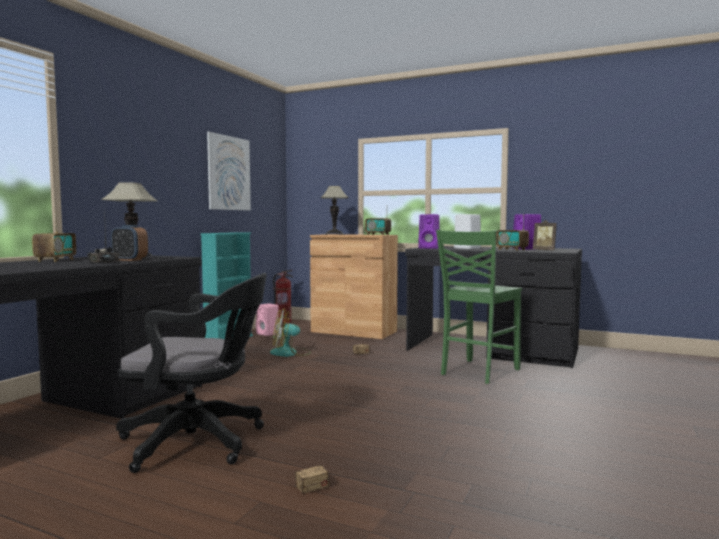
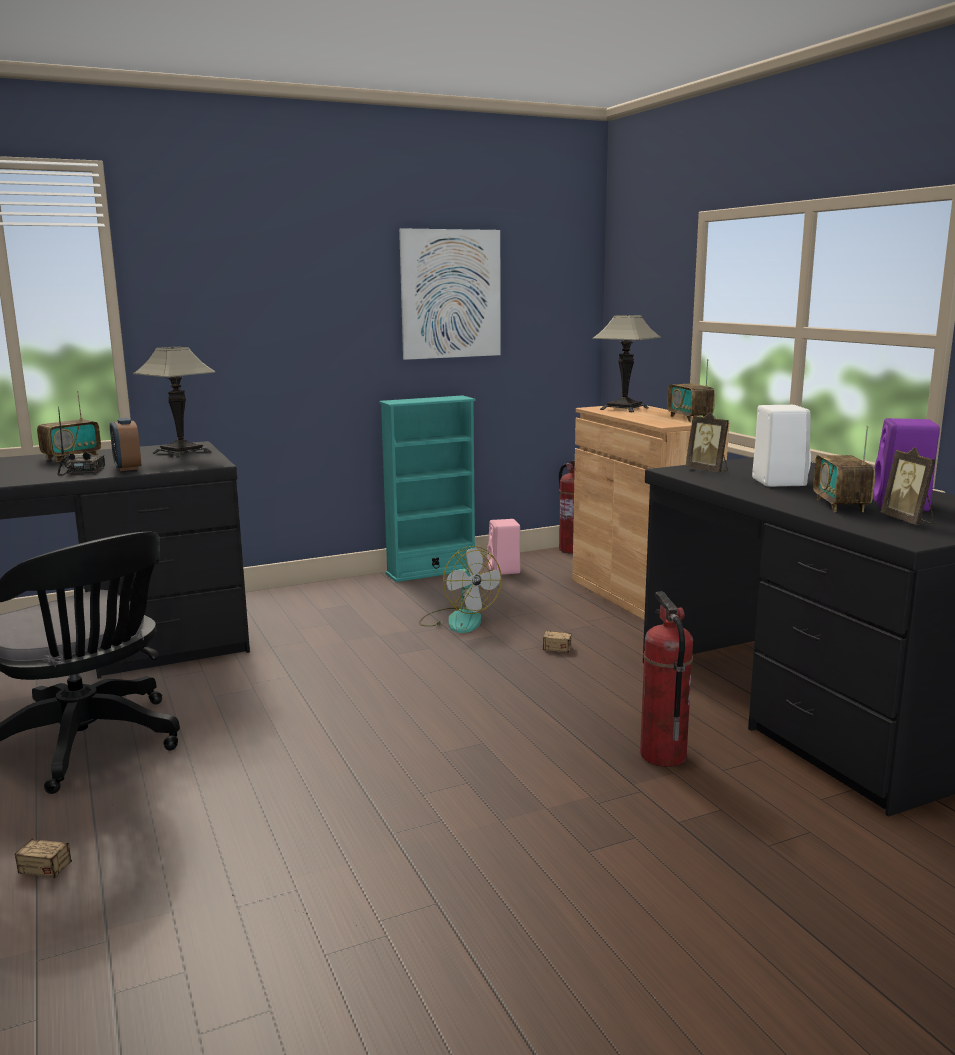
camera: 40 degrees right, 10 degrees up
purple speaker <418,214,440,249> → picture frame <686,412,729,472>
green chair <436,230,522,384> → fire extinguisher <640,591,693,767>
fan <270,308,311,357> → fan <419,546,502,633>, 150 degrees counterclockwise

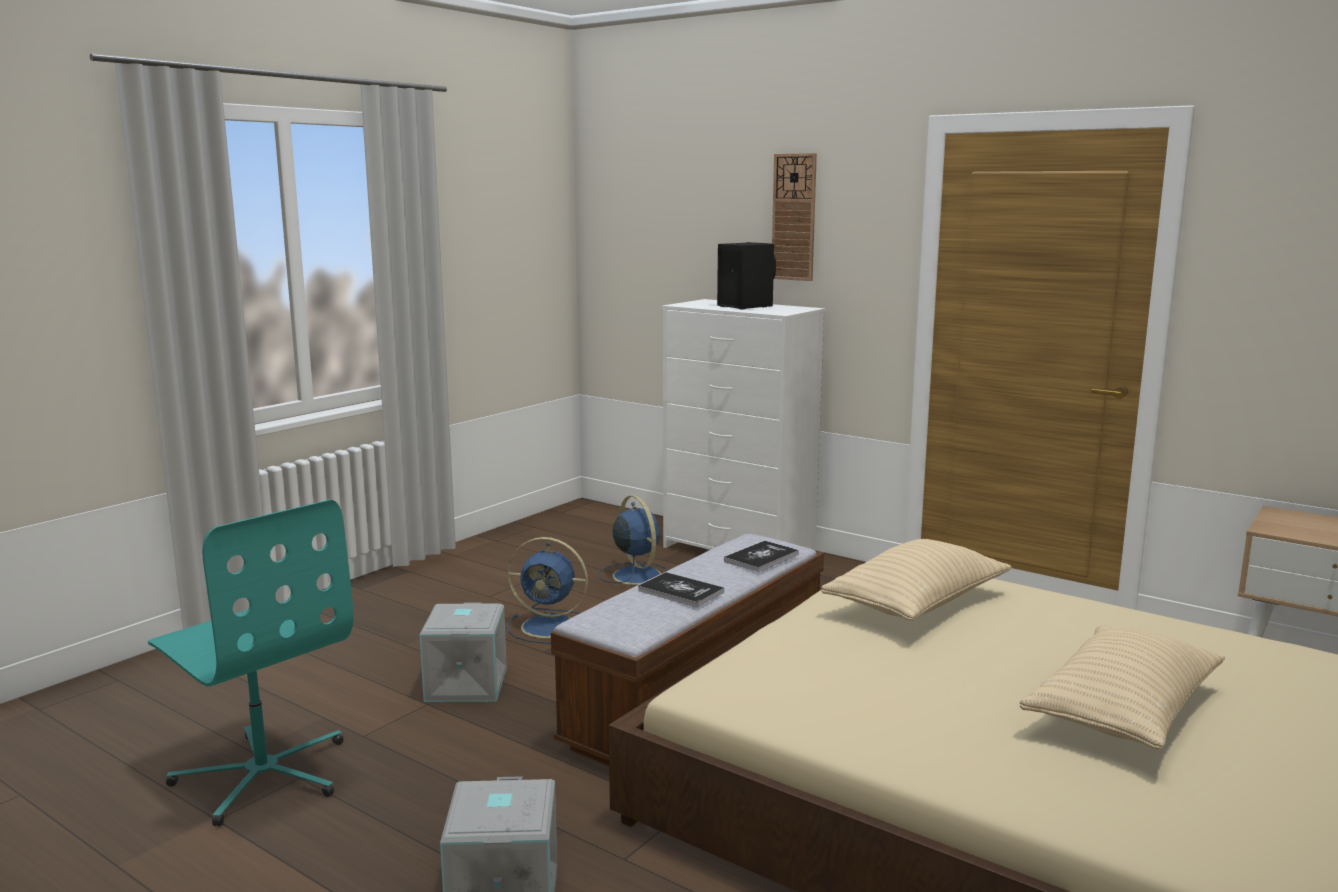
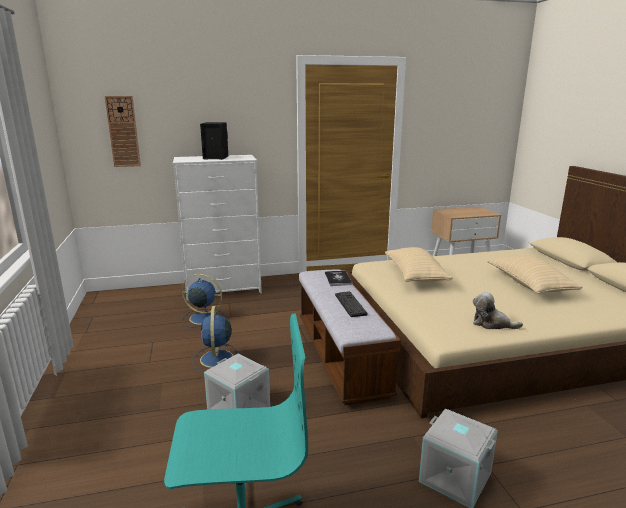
camera: 50 degrees left, 5 degrees up
wall clock <772,153,817,281> → wall clock <104,96,141,167>, move
blue fan <508,537,588,644> → blue fan <193,306,240,372>, 120 degrees clockwise
book <638,572,724,608> → keyboard <335,291,367,317>
- → plush toy <473,292,523,329>

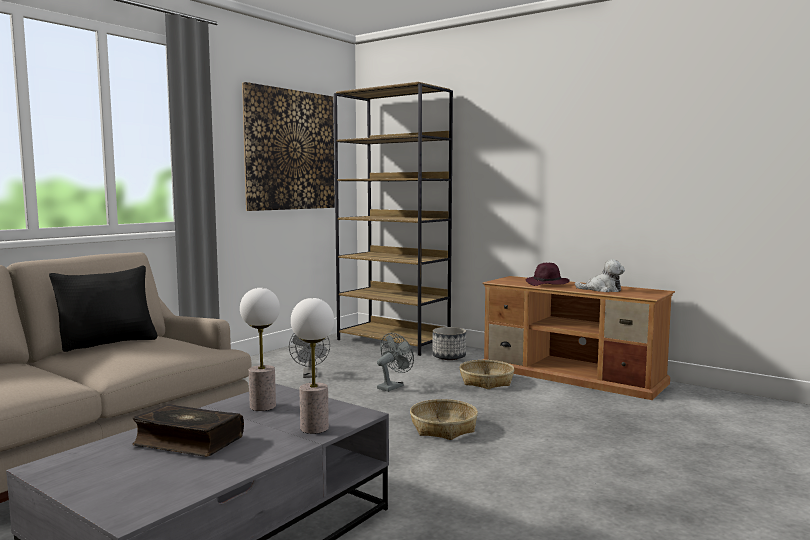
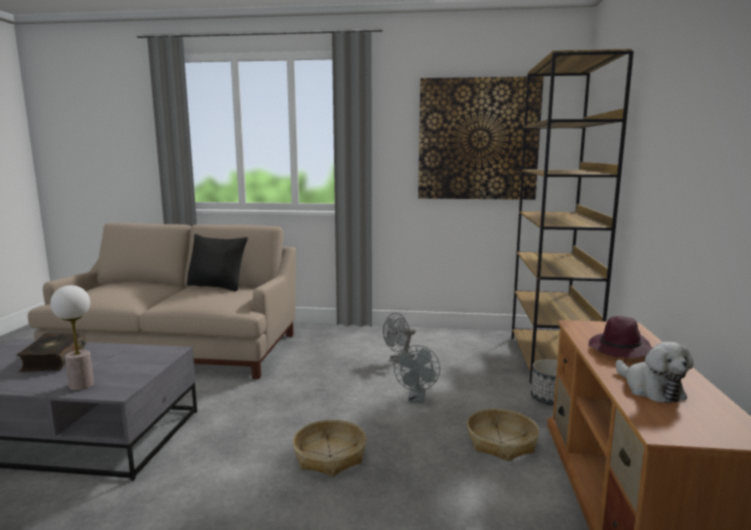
camera: 60 degrees right, 5 degrees up
table lamp <240,288,280,411> → -
grey fan <377,333,414,392> → grey fan <394,345,440,403>, 90 degrees clockwise

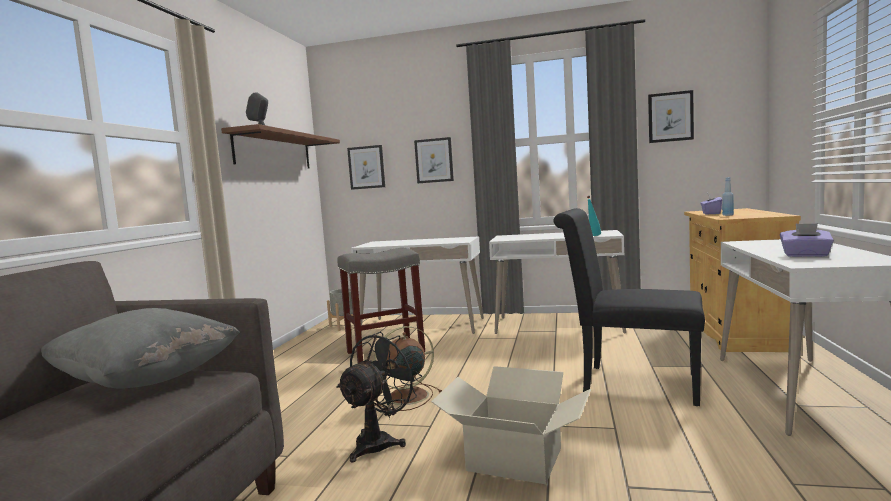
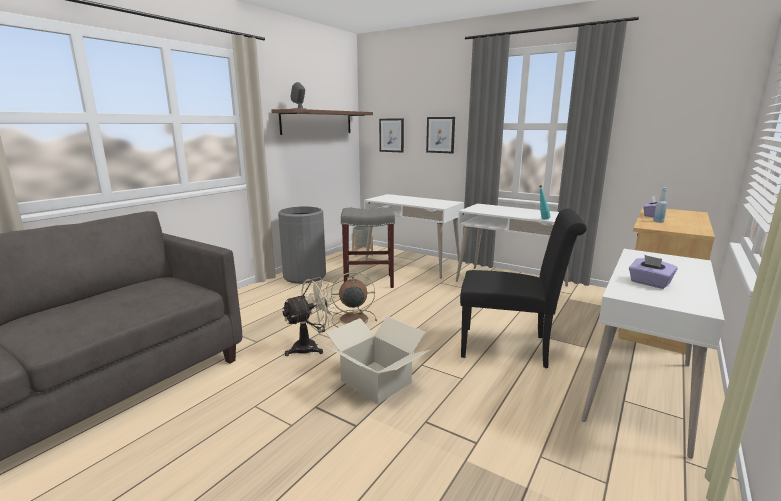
camera: 20 degrees right, 10 degrees up
picture <648,90,694,143> → -
black chair <553,208,705,406> → black chair <460,209,587,368>, 150 degrees clockwise
grey pillow <41,308,240,389> → -
black fan <336,332,422,462> → beige fan <282,277,337,356>
- → grey trash can <278,207,326,284>

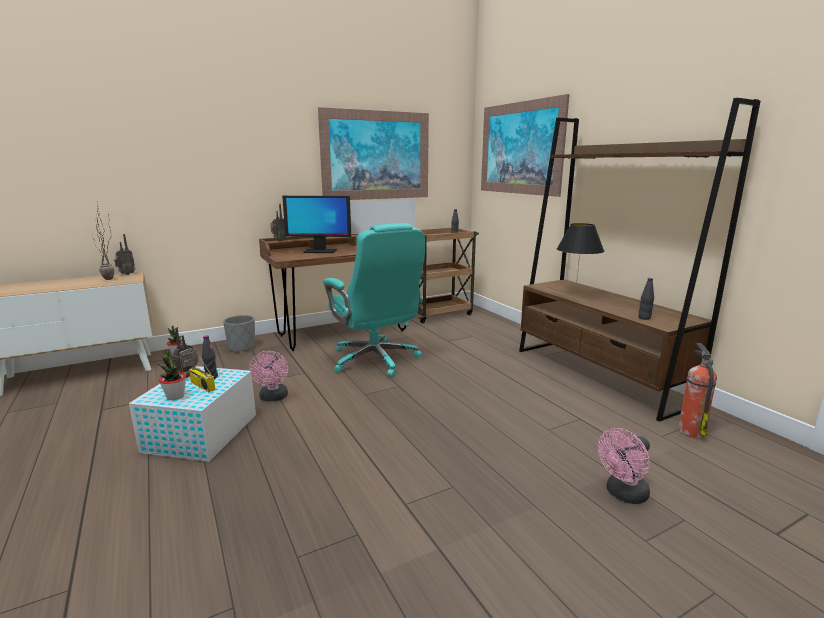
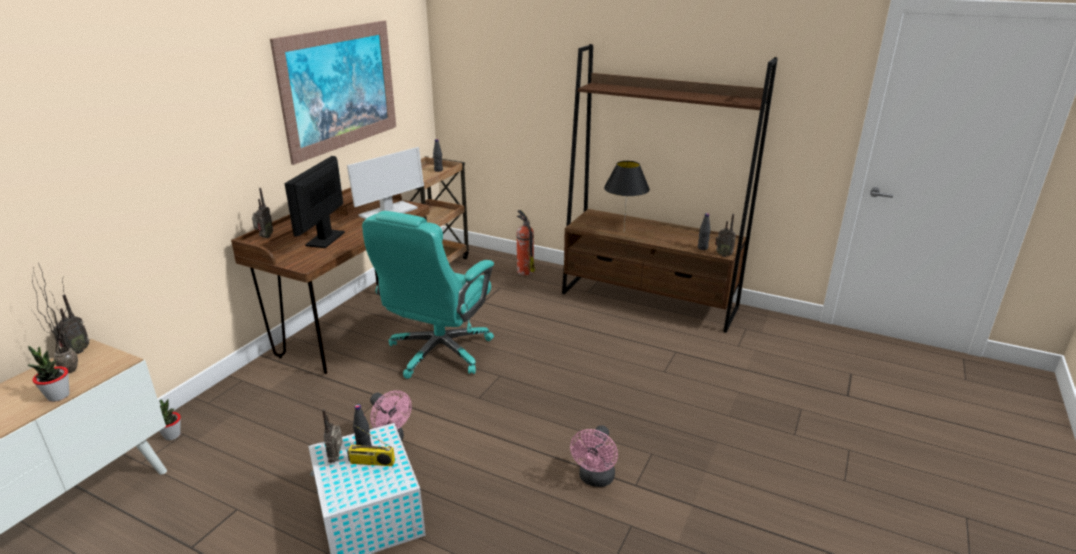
camera: 35 degrees left, 10 degrees up
picture <481,94,570,197> → -
monitor <282,196,351,253> → monitor <284,156,345,248>, 135 degrees clockwise
turquoise office chair <323,223,425,377> → turquoise office chair <362,211,494,379>, 90 degrees clockwise
grey planter <223,315,255,353> → -
fire extinguisher <678,343,717,438> → fire extinguisher <516,210,535,275>, move
potted plant <158,349,186,400> → potted plant <27,346,70,402>, move
pink fan <598,428,650,504> → pink fan <570,425,618,487>, move
- → radio <715,214,736,257>

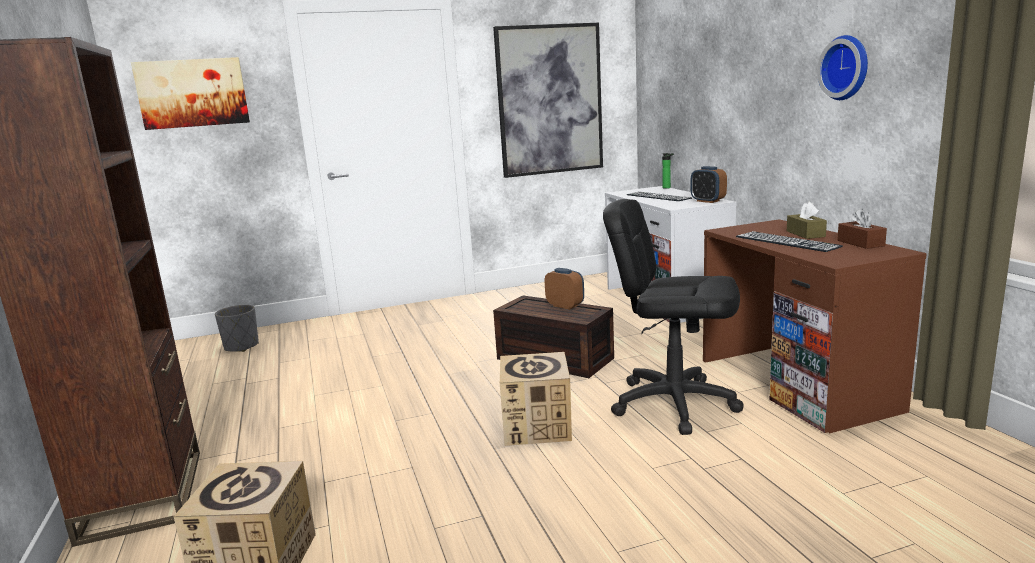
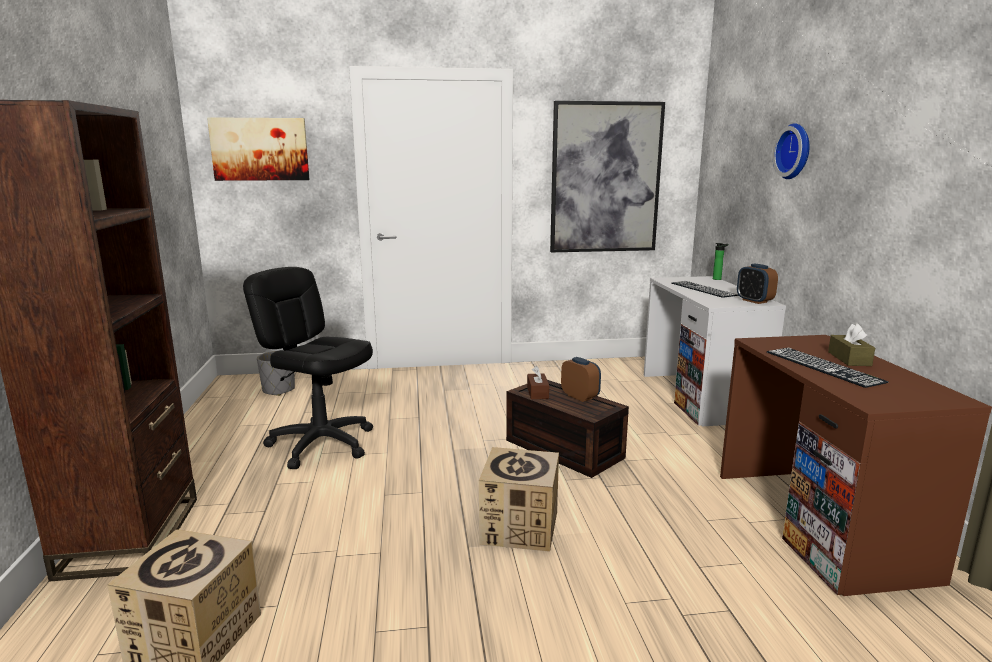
camera: 10 degrees right, 0 degrees up
wall clock <817,35,868,100> → wall clock <773,123,810,179>, move
black office chair <603,199,744,435> → black office chair <243,267,373,469>, move
brown tissue box <838,209,887,249> → brown tissue box <527,366,549,399>, move

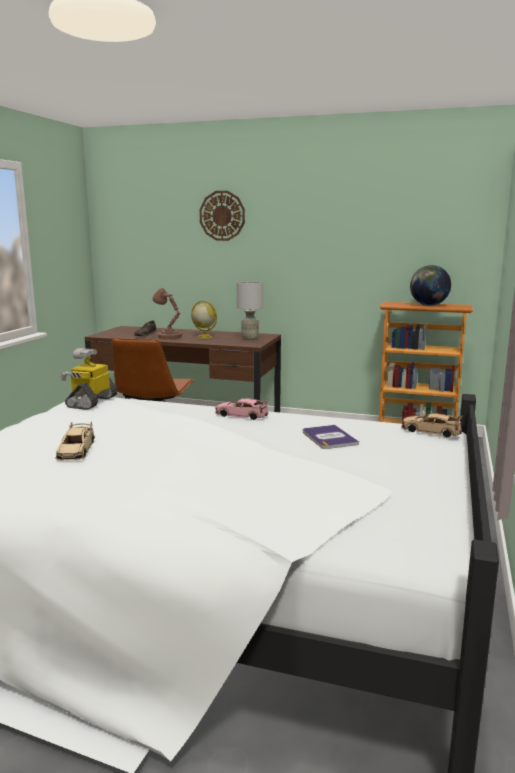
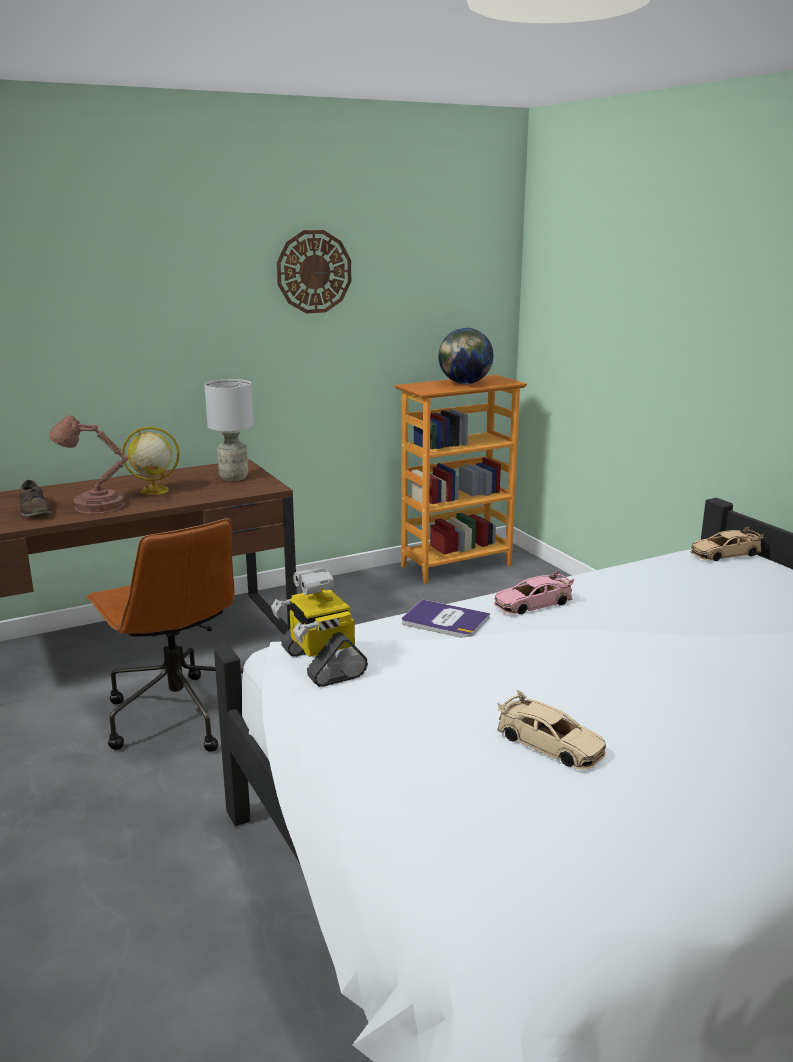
camera: 45 degrees left, 5 degrees up
wall clock <199,191,245,241> → wall clock <277,230,351,314>, move
book <303,425,359,449> → book <402,600,490,638>, move

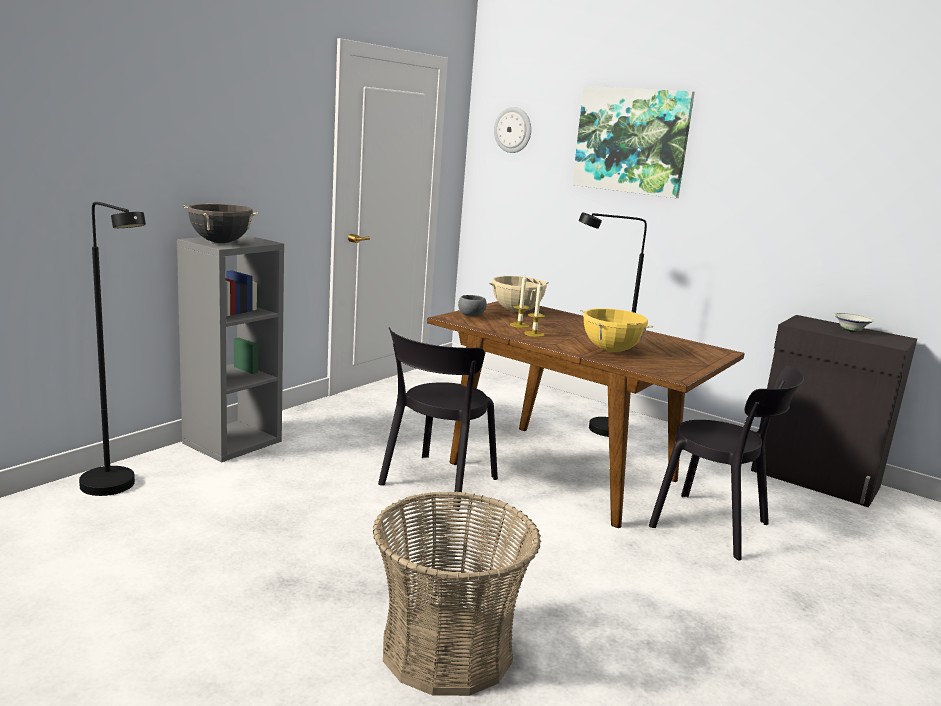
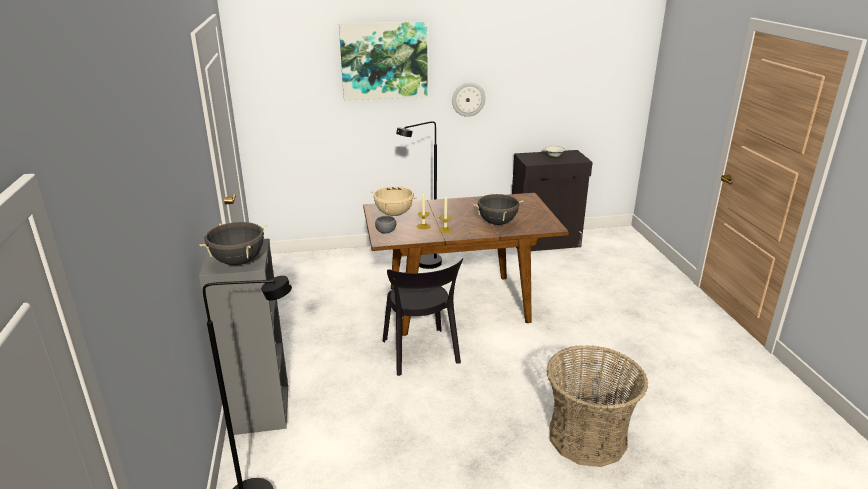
camera: 45 degrees left, 10 degrees up
wall clock <494,107,531,153> → wall clock <452,82,486,117>, move
yellow cooking pot <580,308,653,352> → black cooking pot <473,193,523,225>
black chair <649,365,804,560> → -

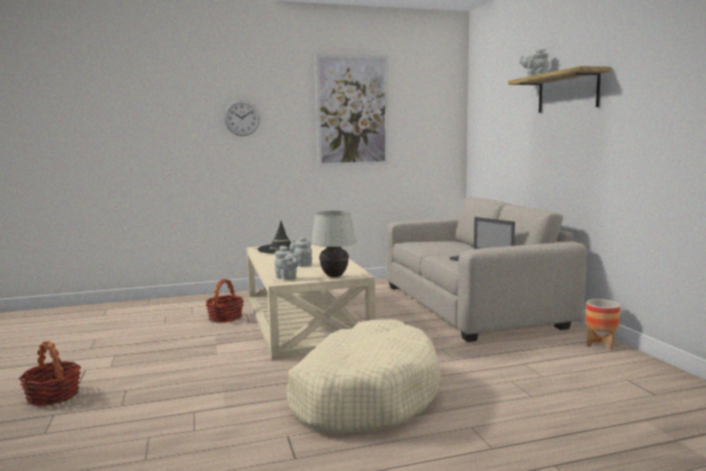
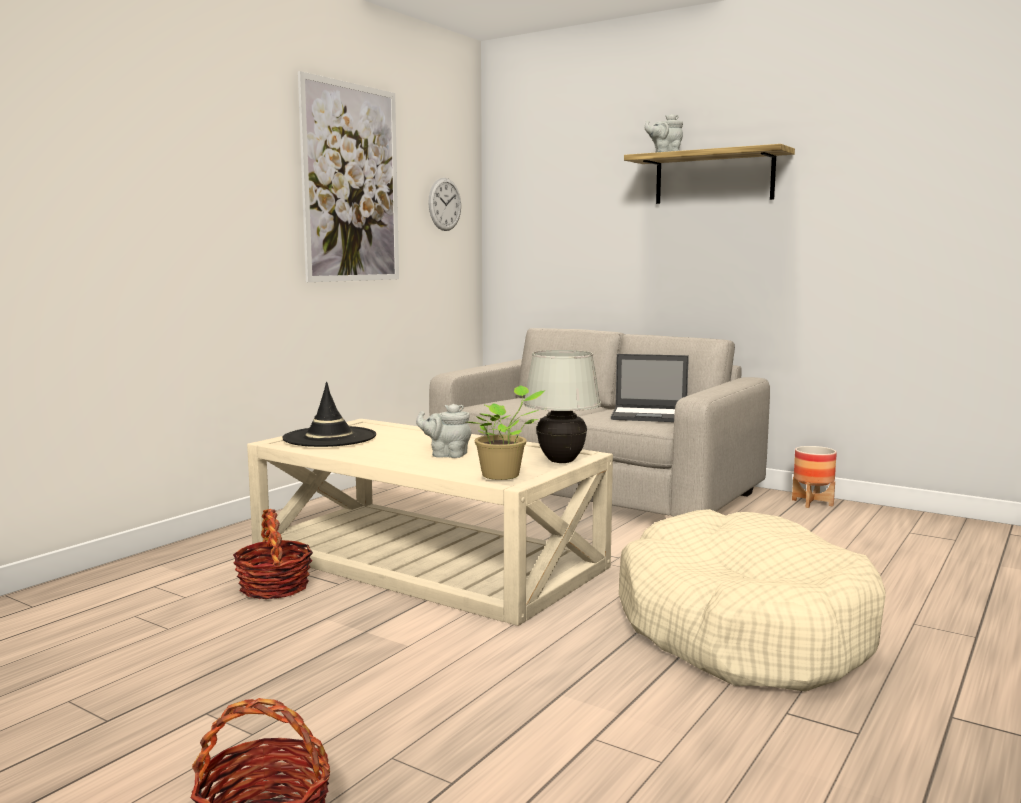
camera: 40 degrees left, 0 degrees up
wall clock <224,100,260,136> → wall clock <428,178,461,231>, move
grey teapot <274,246,301,279> → potted plant <467,385,546,480>

